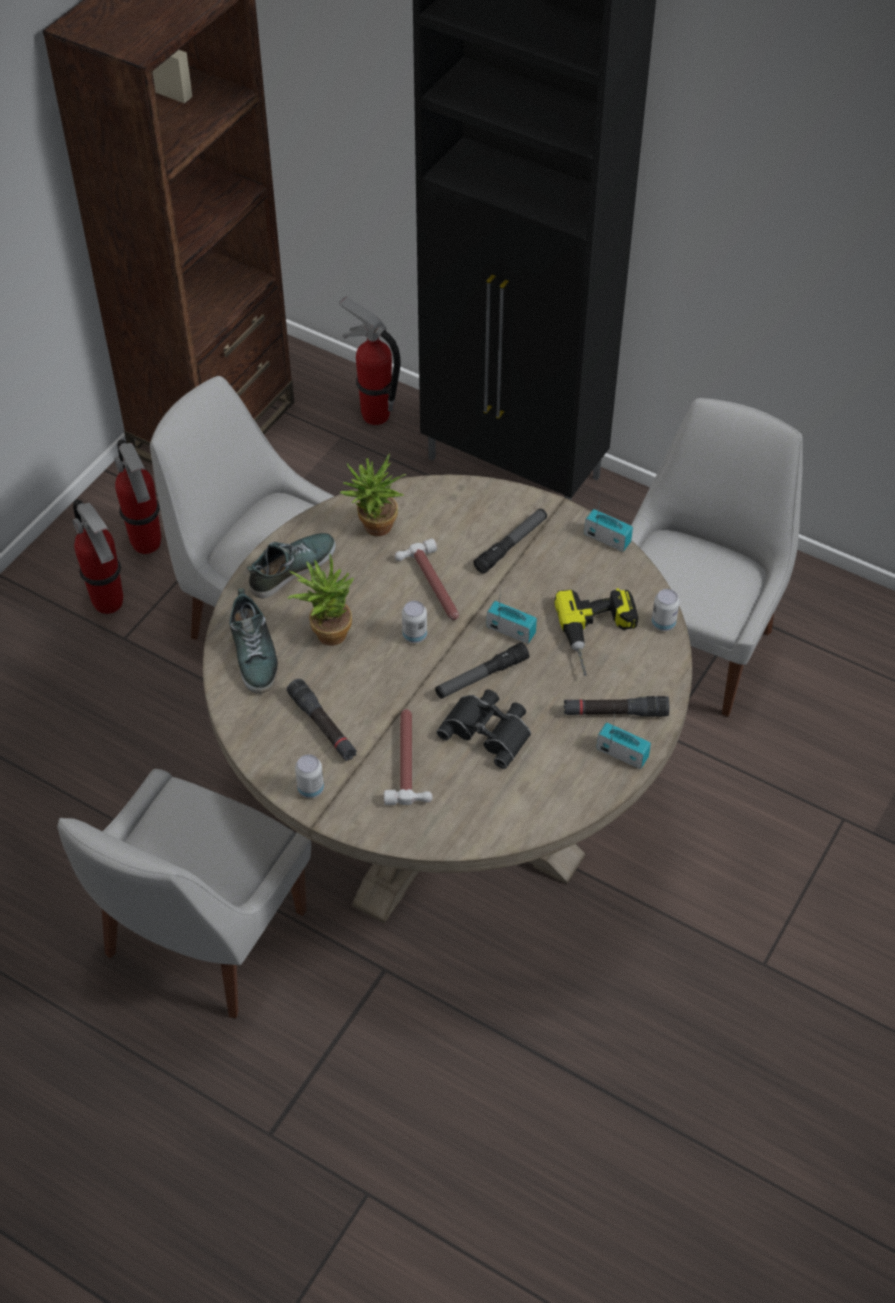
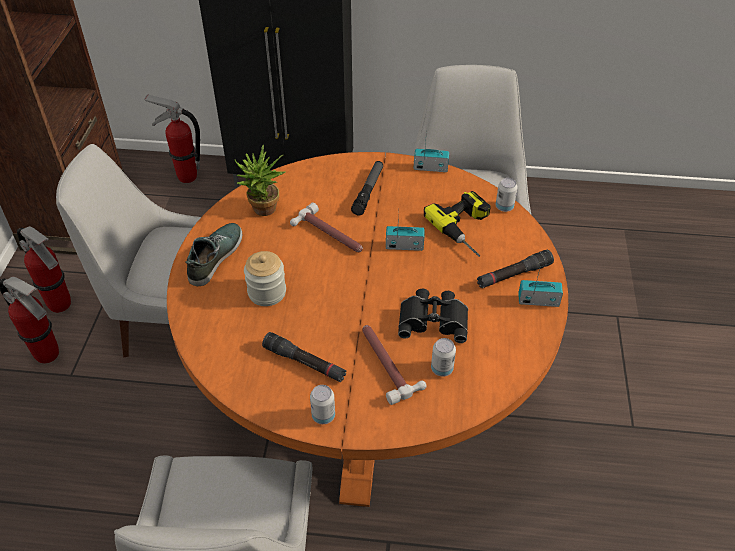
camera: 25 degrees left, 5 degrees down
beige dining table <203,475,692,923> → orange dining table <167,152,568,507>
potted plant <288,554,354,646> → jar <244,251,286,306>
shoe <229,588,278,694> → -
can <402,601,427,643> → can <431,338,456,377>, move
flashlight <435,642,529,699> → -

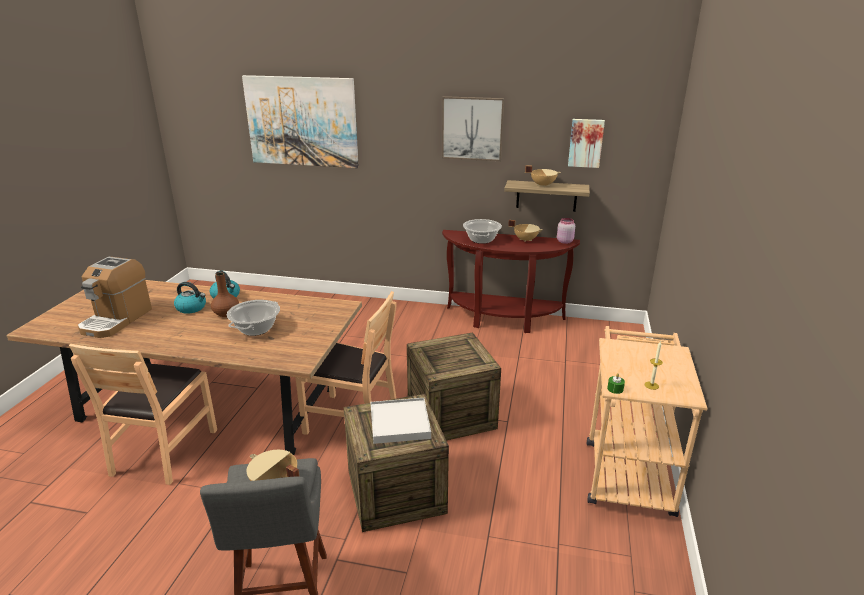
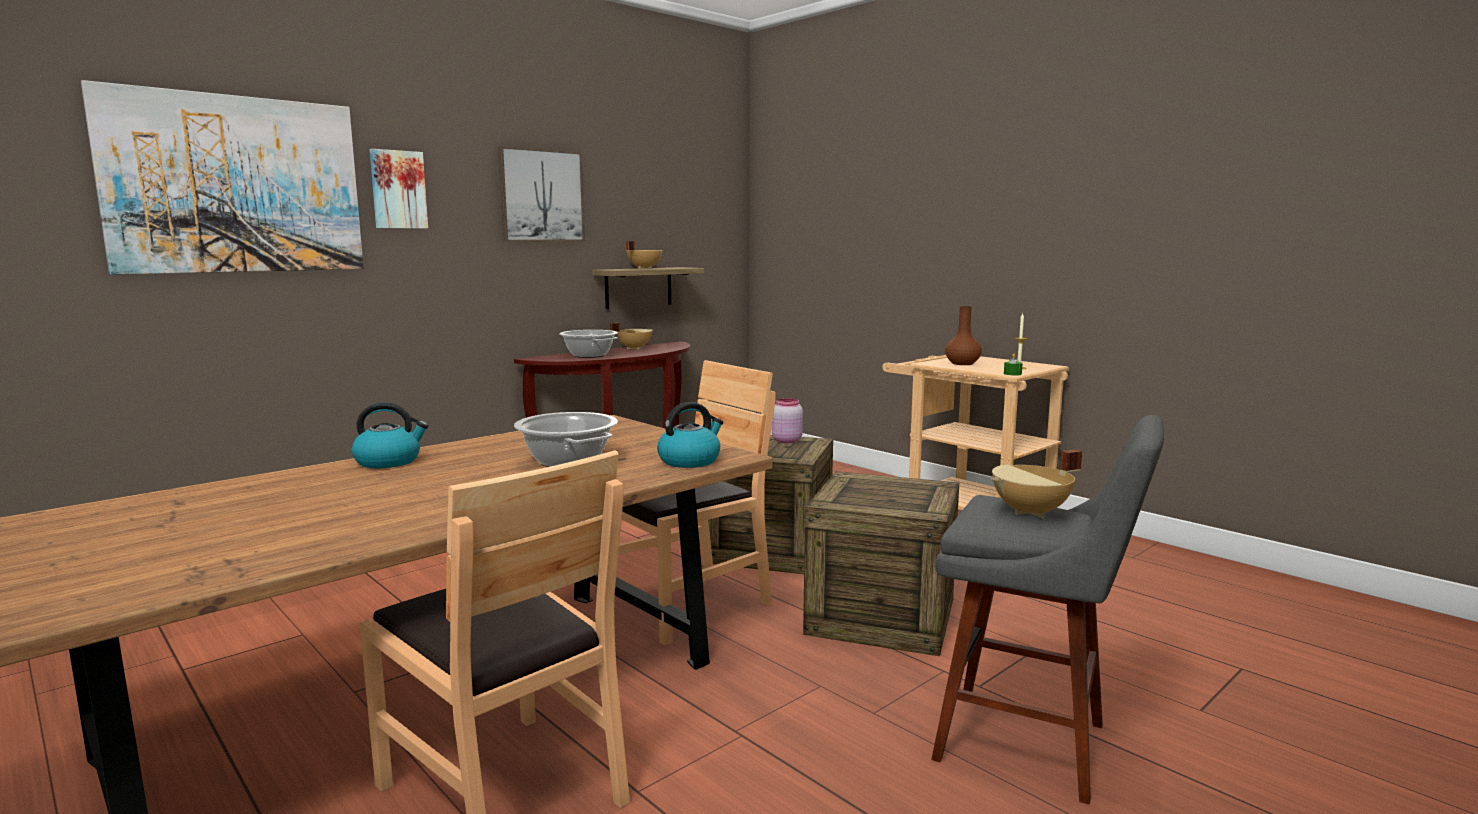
camera: 55 degrees left, 15 degrees down
picture <568,119,605,168> → picture <370,149,428,229>, move
pink jar <557,218,575,244> → pink jar <772,398,803,443>, move
coffee machine <78,257,152,338> → -
brown vase <211,273,239,317> → brown vase <945,306,982,365>, move
kettle <174,282,206,314> → kettle <657,402,723,468>, move
white tray <370,398,431,444> → -

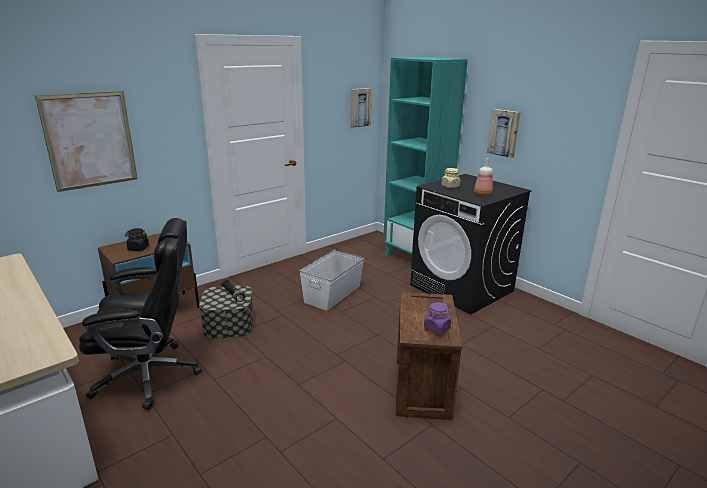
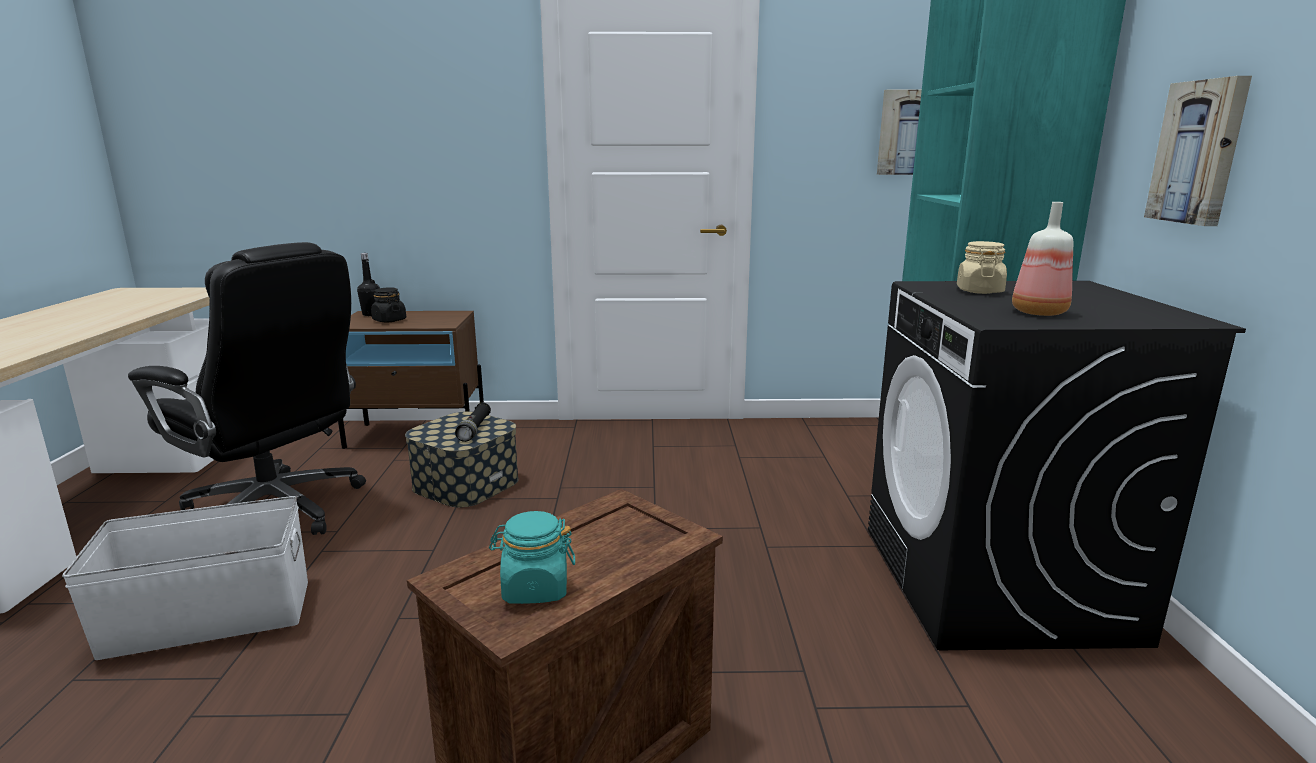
camera: 40 degrees right, 5 degrees down
picture <35,91,138,192> → -
white storage box <299,250,364,311> → white storage box <62,496,308,660>, move
purple jar <424,302,451,334> → turquoise jar <489,511,575,604>
- → black bottle <357,253,380,316>

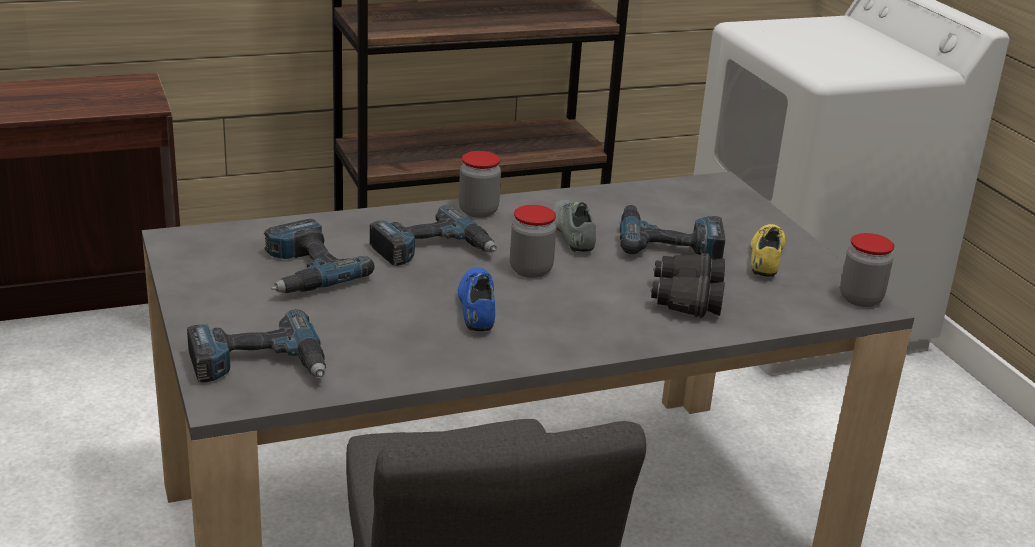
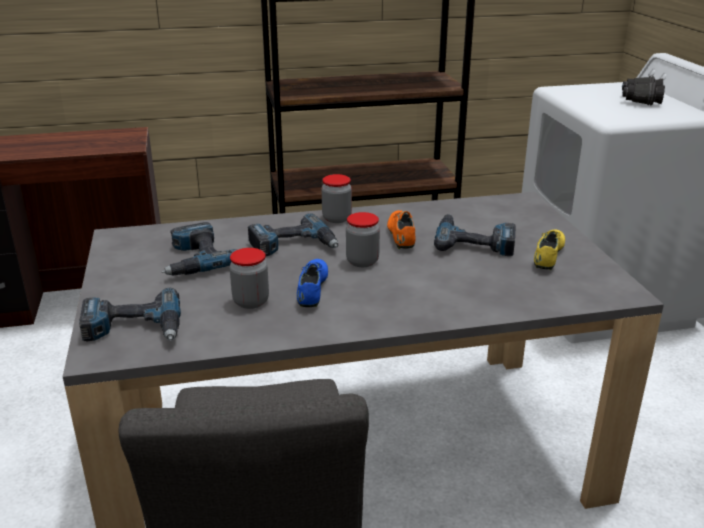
camera: 10 degrees right, 0 degrees up
grey shoe <552,200,596,253> → orange shoe <387,210,416,249>
jar <840,233,894,307> → jar <229,248,269,309>, move
black binoculars <651,253,725,318> → black binoculars <622,76,665,106>, move

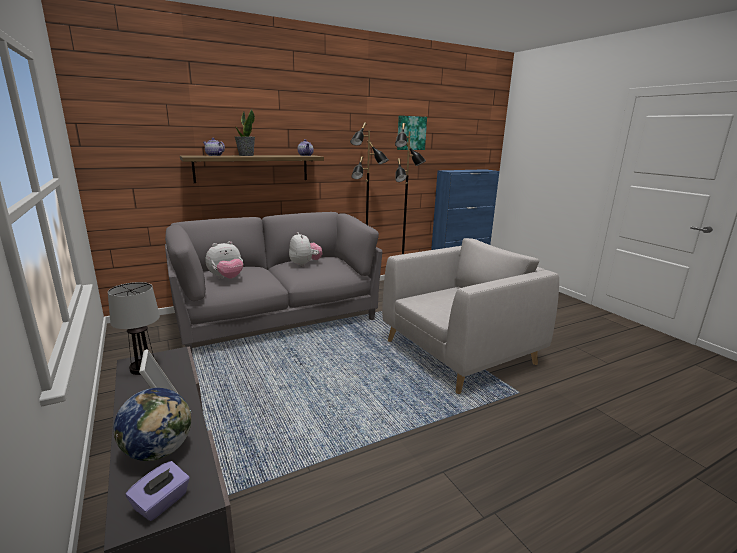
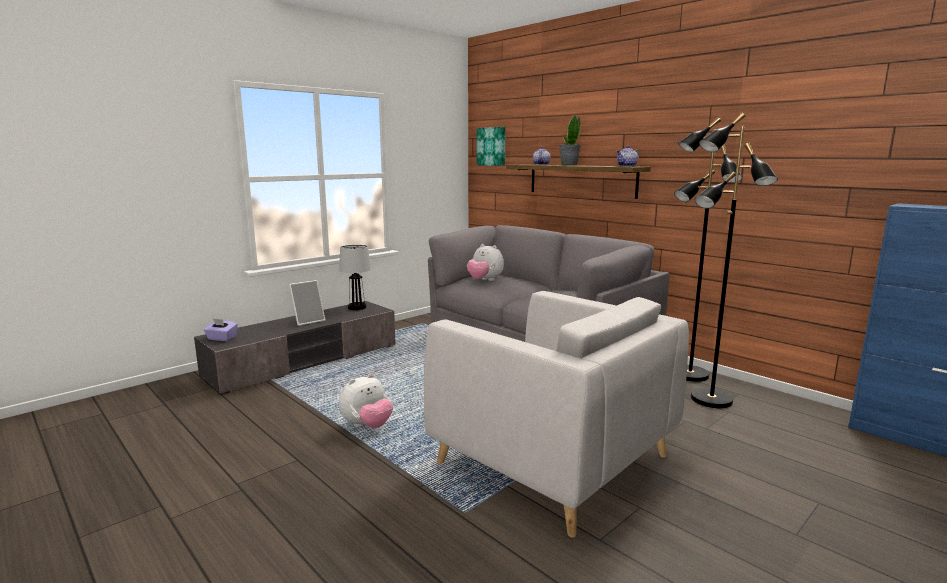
camera: 75 degrees right, 5 degrees down
picture <397,116,427,150> → picture <477,127,506,166>, move
plush toy <289,232,322,267> → plush toy <339,373,393,428>, move
globe <113,388,191,461> → -

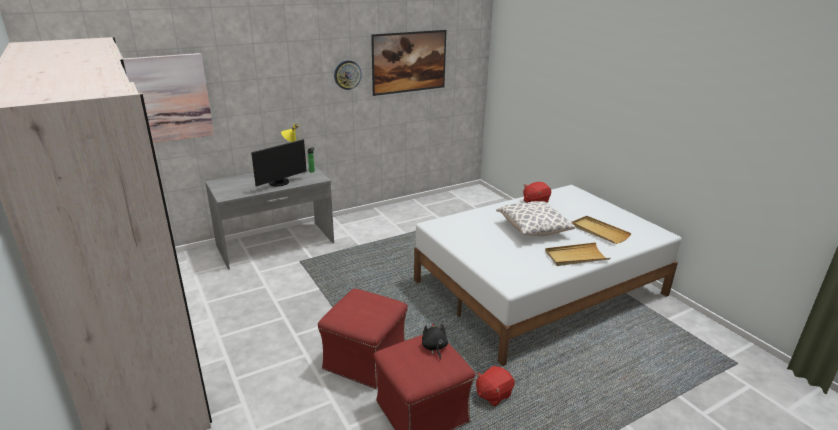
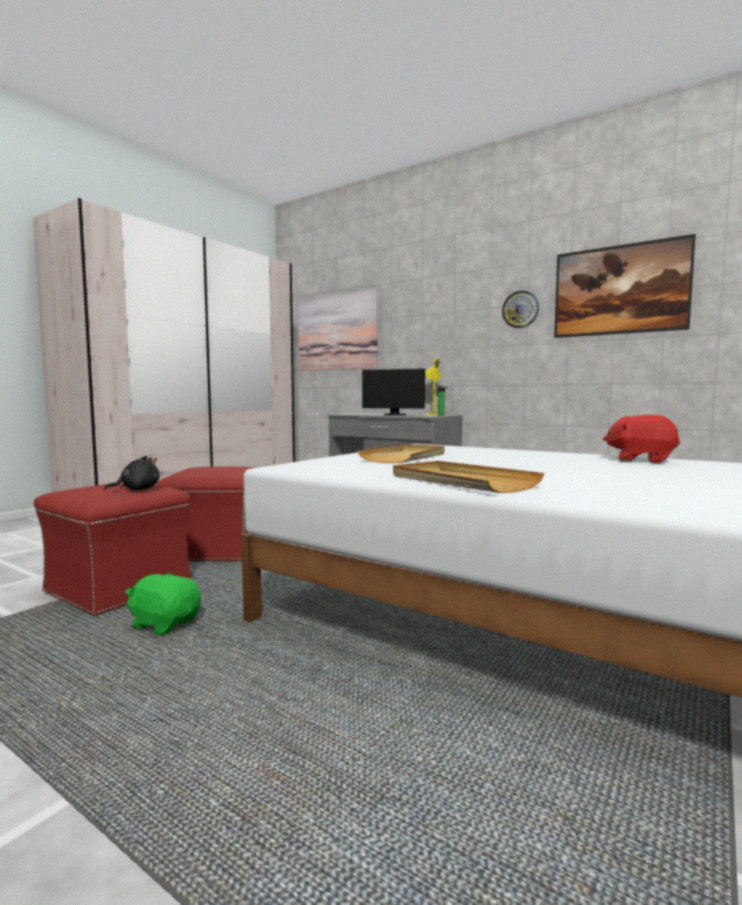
camera: 65 degrees right, 20 degrees down
pillow <496,201,575,236> → -
beige tray <571,216,631,244> → beige tray <357,444,444,463>, move
red plush toy <476,366,515,406> → green plush toy <125,572,201,636>

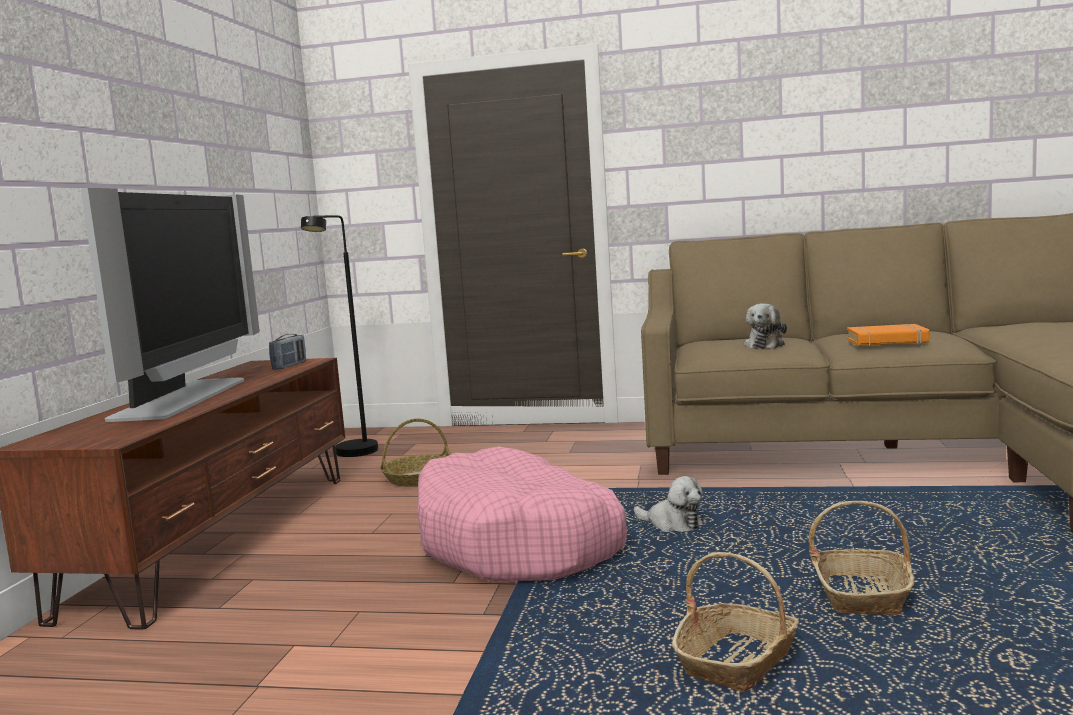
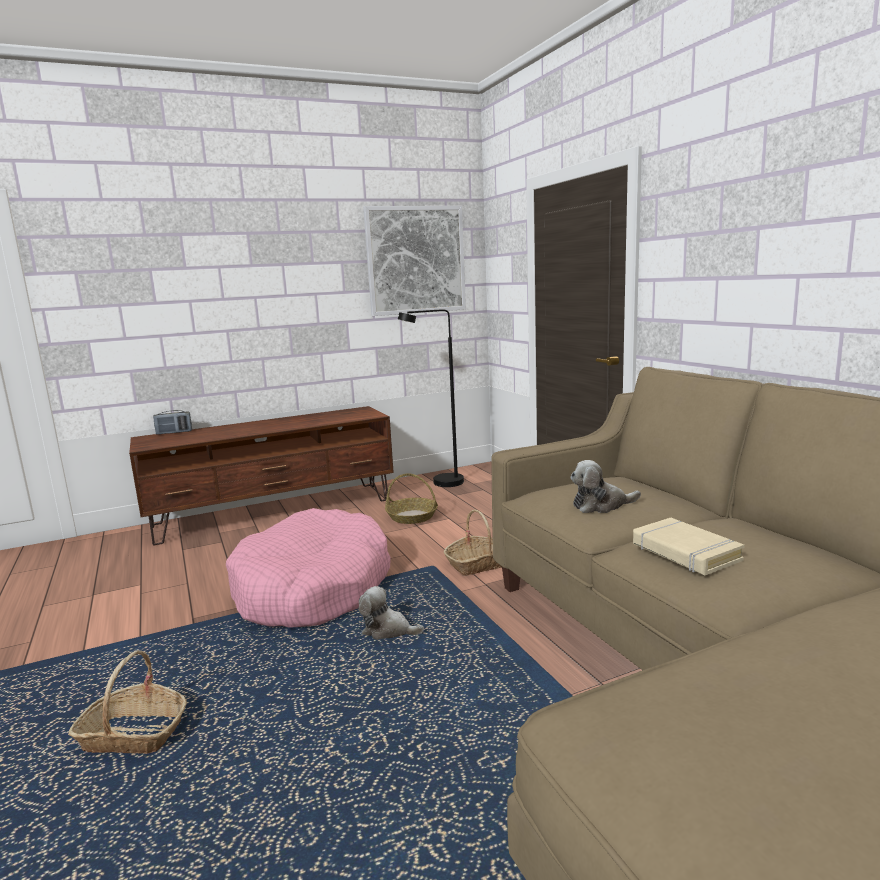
camera: 55 degrees right, 5 degrees up
television <81,188,260,422> → -
orange book <847,324,929,346> → beige book <633,518,745,575>
radio <269,334,306,370> → radio <153,410,192,435>, move
plush toy <634,476,703,532> → plush toy <359,586,424,640>, 105 degrees clockwise
basket <808,501,915,615> → basket <444,509,502,576>, move
- → picture <363,206,466,316>

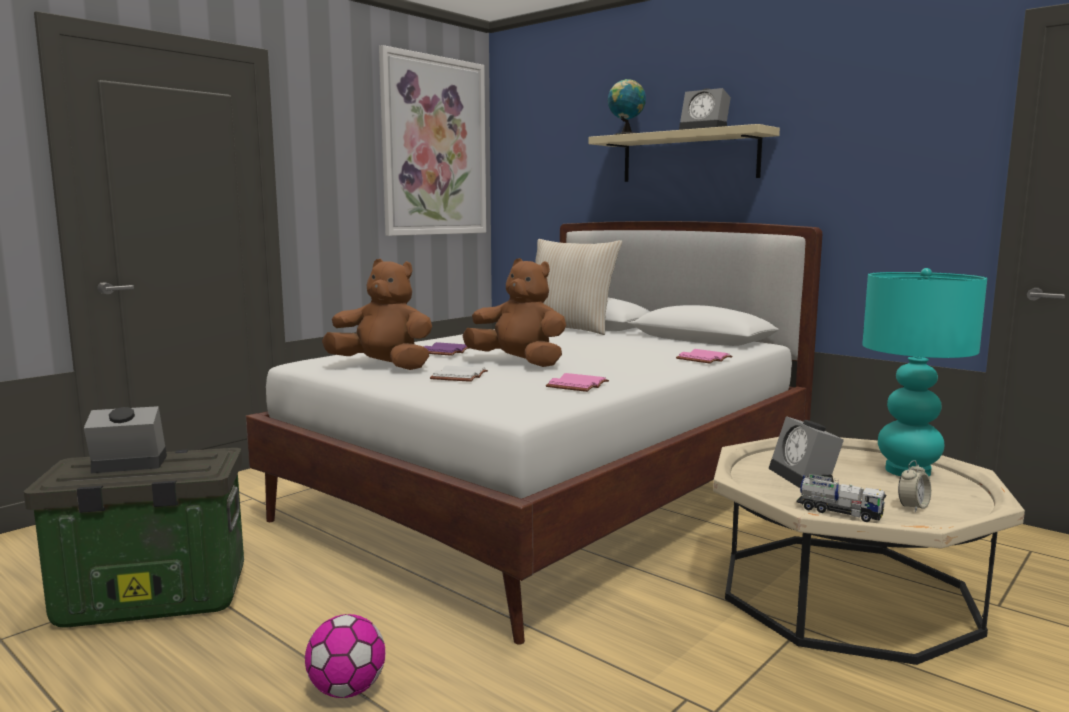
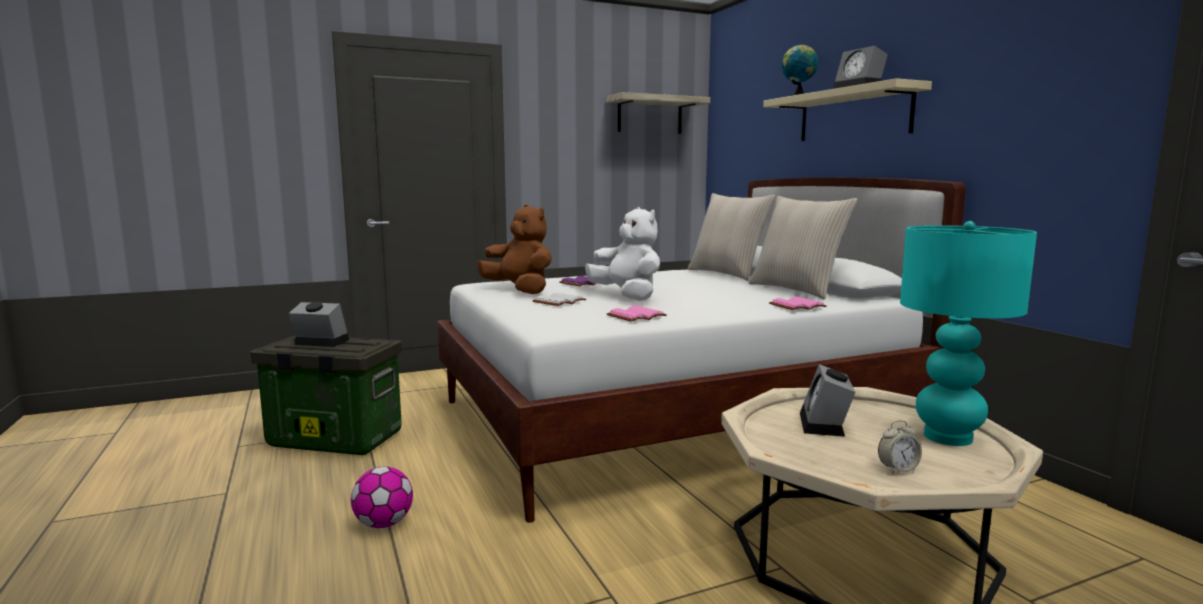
camera: 25 degrees right, 0 degrees up
picture <379,45,486,236> → shelf <606,92,710,134>
brown plush toy <463,258,566,367> → white plush toy <585,207,660,301>
toy truck <797,474,886,522> → -
- → beige pillow <748,196,858,299>

